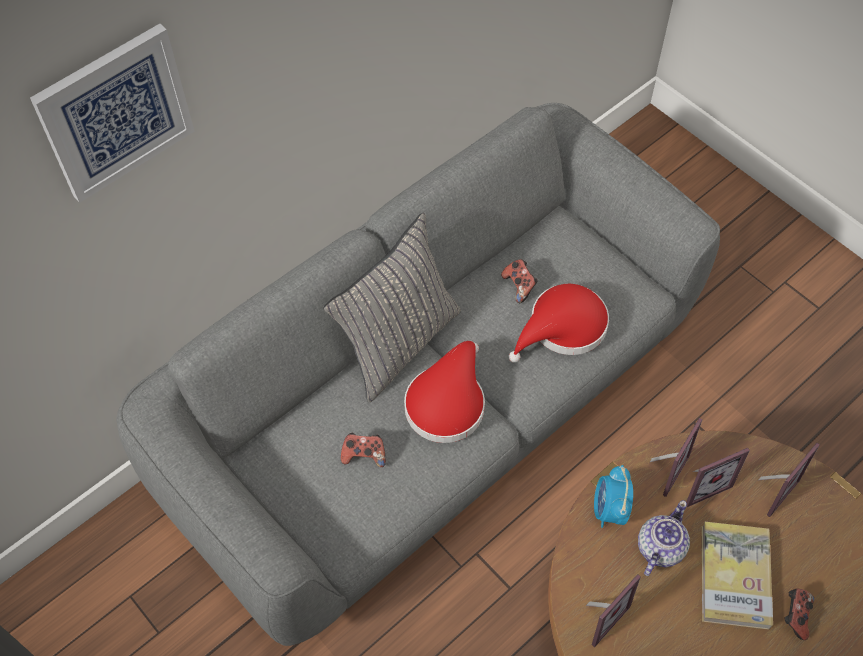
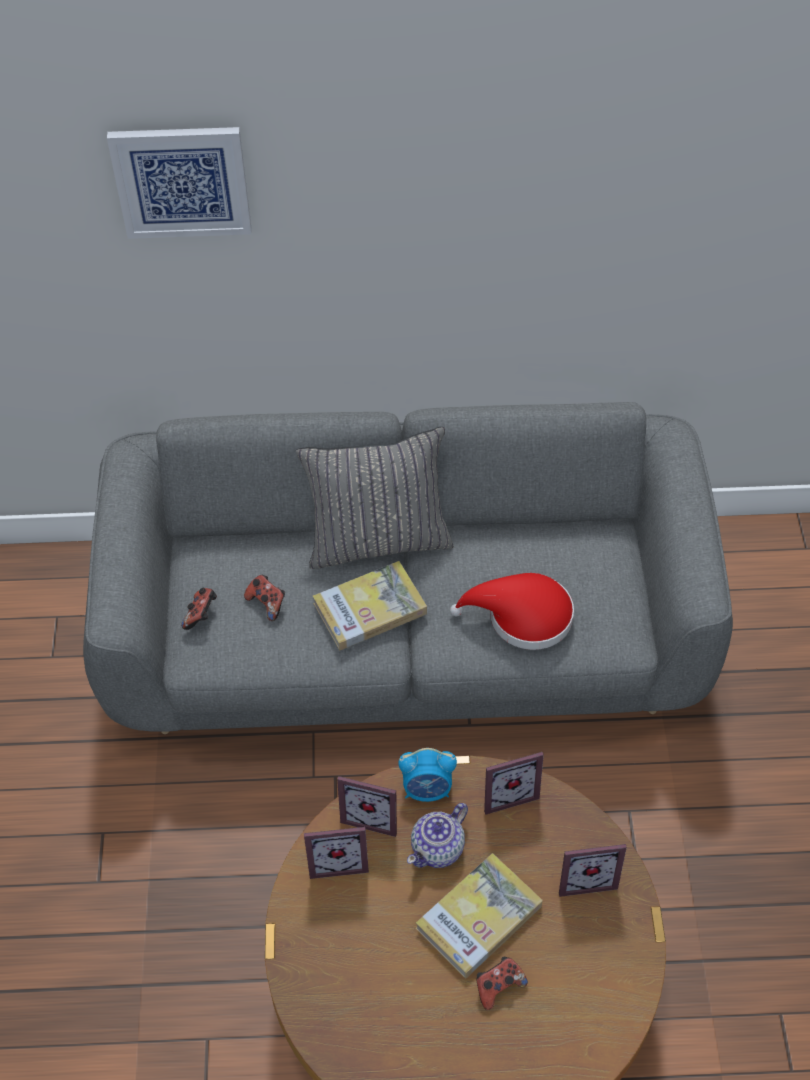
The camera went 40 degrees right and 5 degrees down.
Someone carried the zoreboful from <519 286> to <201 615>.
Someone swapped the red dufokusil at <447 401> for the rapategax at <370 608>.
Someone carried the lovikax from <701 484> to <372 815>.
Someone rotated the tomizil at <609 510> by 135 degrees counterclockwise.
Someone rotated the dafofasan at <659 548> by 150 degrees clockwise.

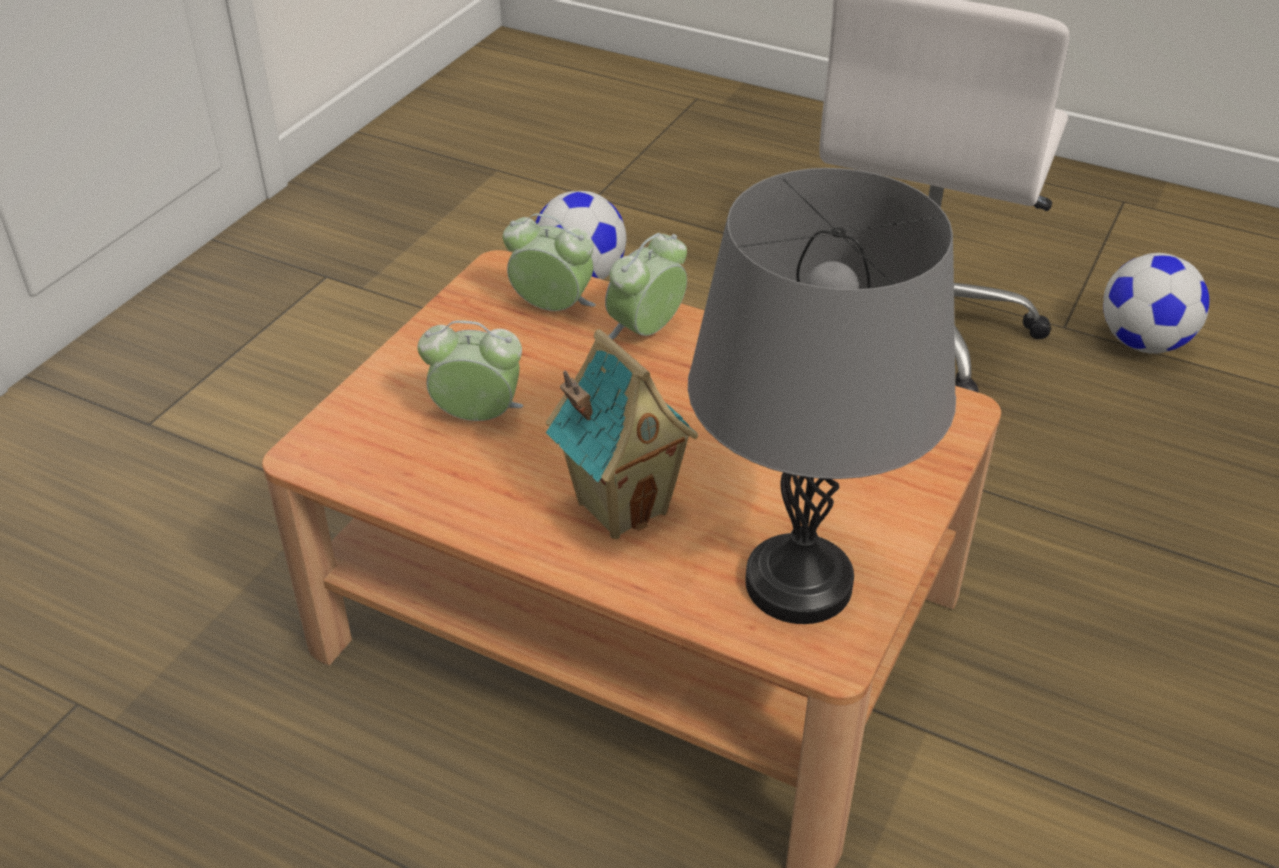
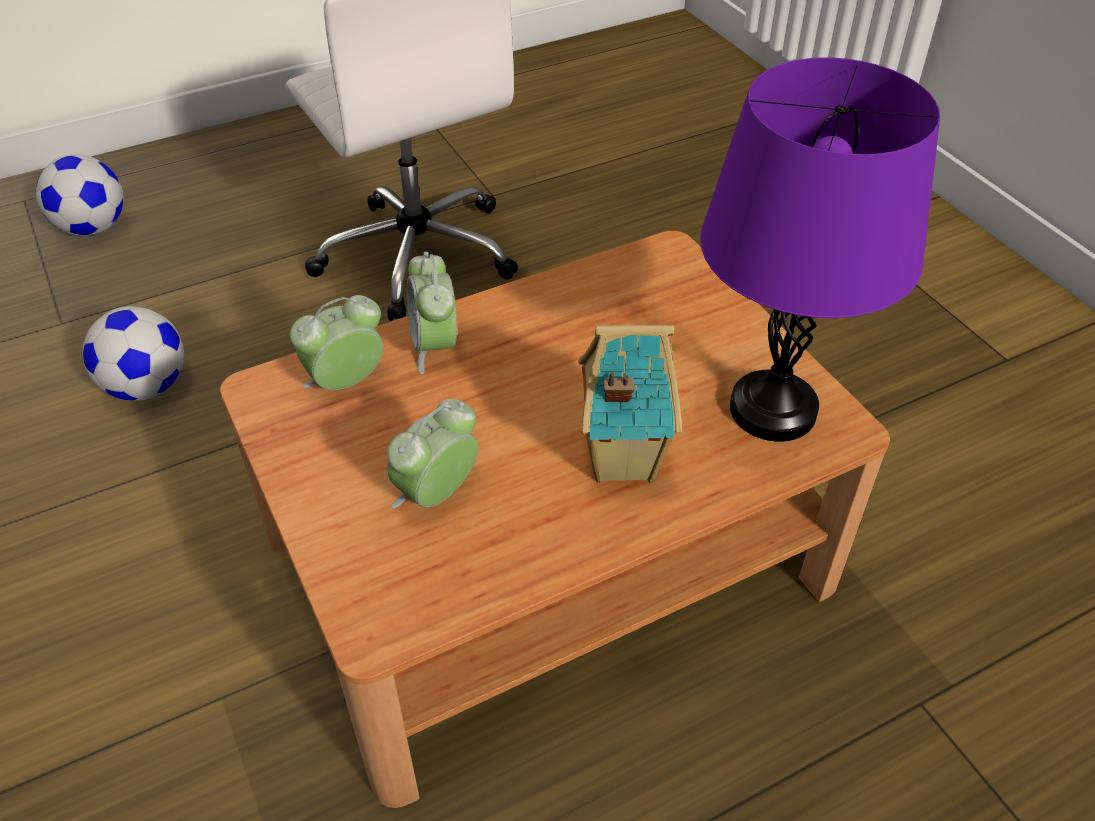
The camera went 55 degrees left and 5 degrees up.
Someone repainted the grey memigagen at <798 583>, which became the purple memigagen at <772 410>.
Someone carried the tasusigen from <1143 342> to <92 228>.

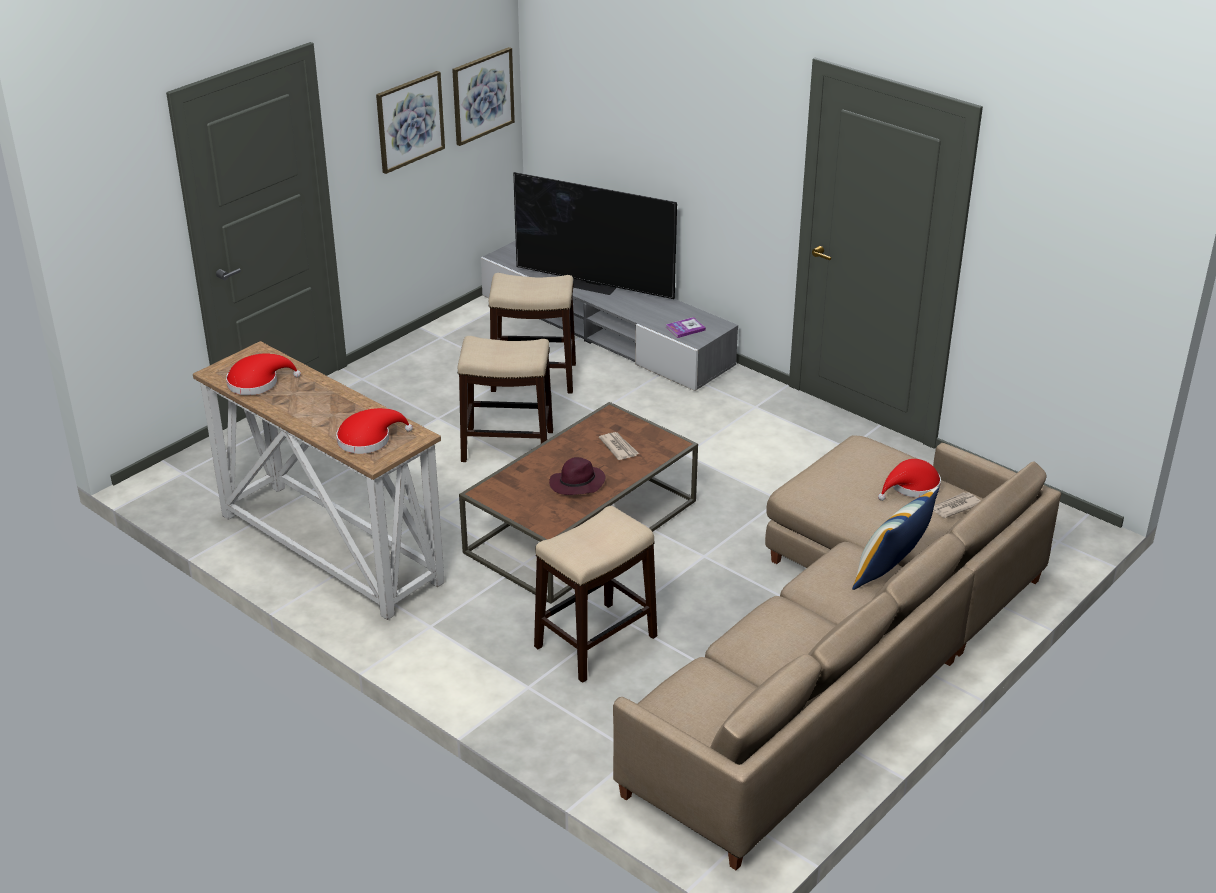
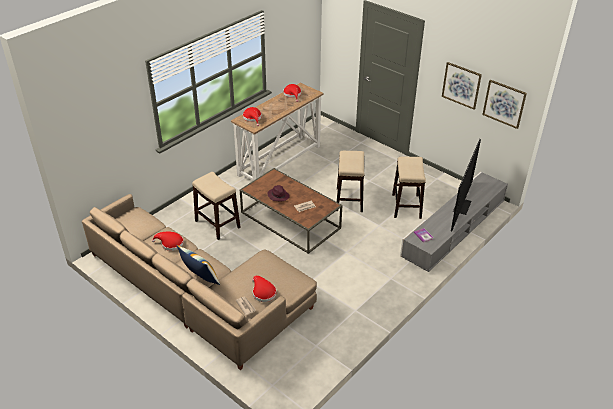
The camera went 90 degrees right and 5 degrees up.
Someone put down the red dufokusil at <170 243>.

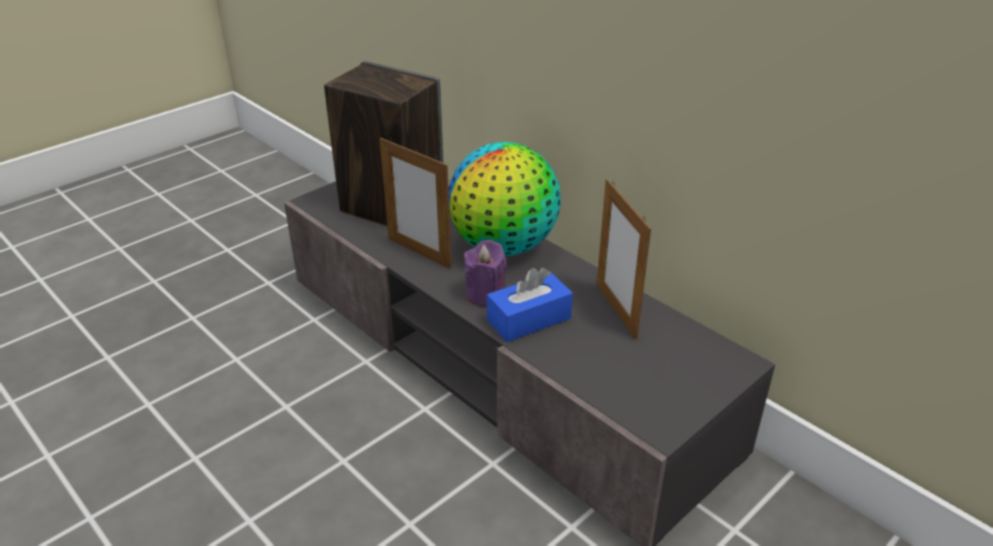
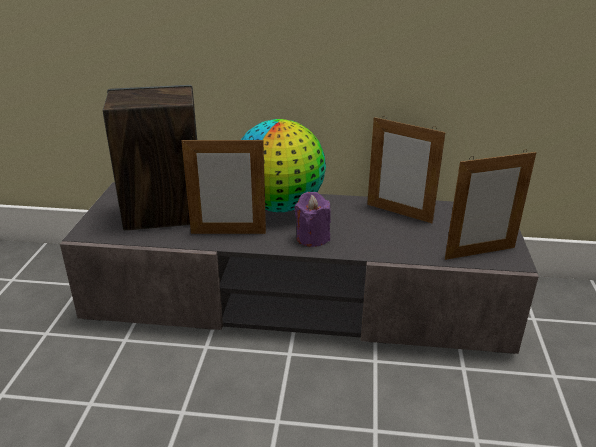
The camera went 40 degrees left and 5 degrees down.
Someone took away the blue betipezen at <529 319>.
Someone put down the lovikax at <480 253>.

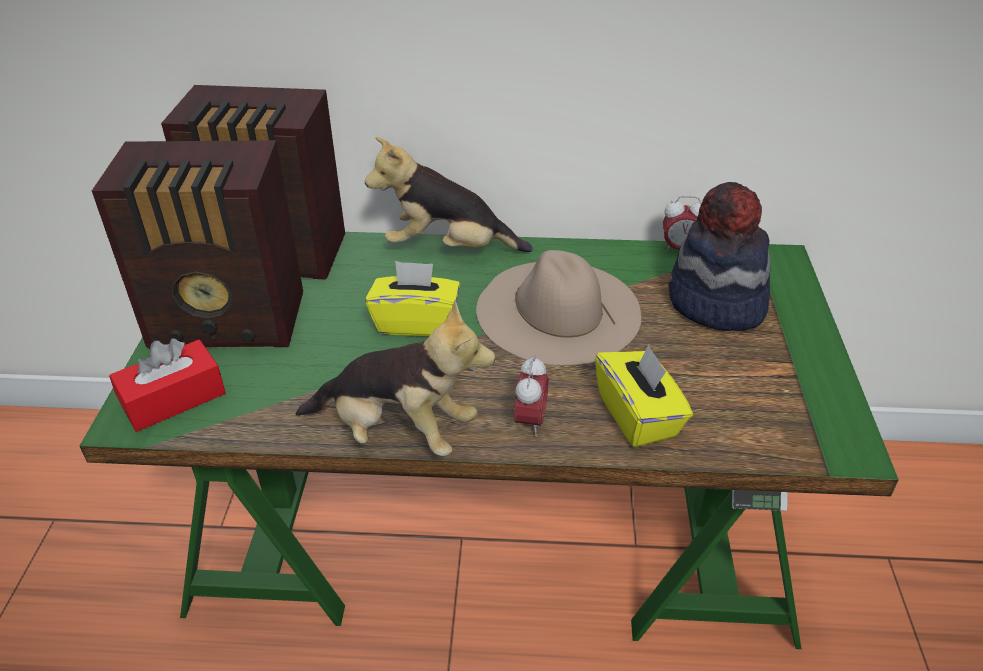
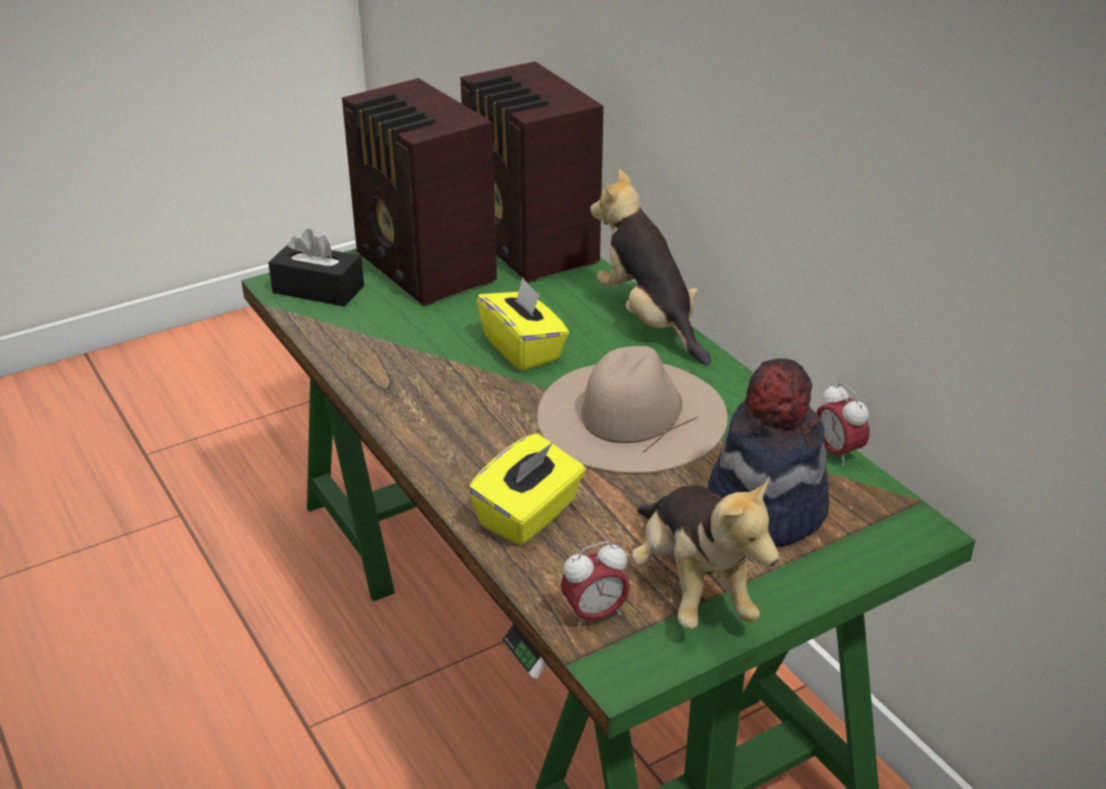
The camera went 55 degrees right and 5 degrees down.
Someone carried the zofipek from <398 432> to <692 587>.
Someone repainted the red betipezen at <173 399>, which became the black betipezen at <318 289>.
Someone carried the tomizil from <530 421> to <594 615>.

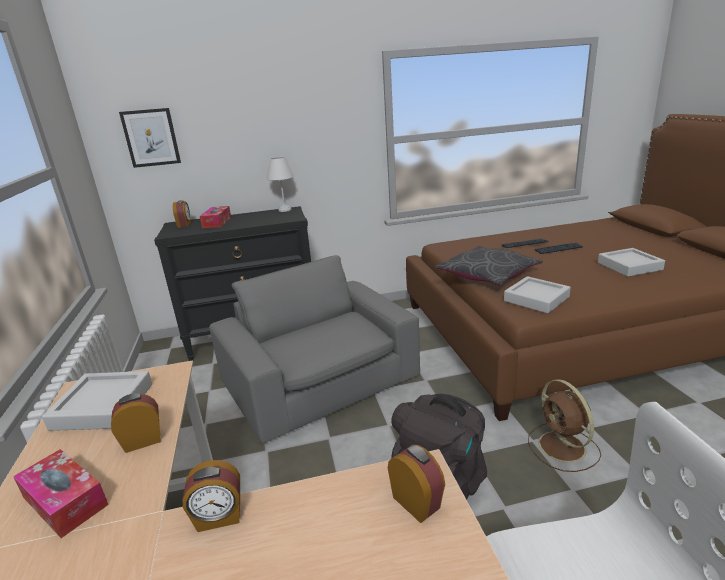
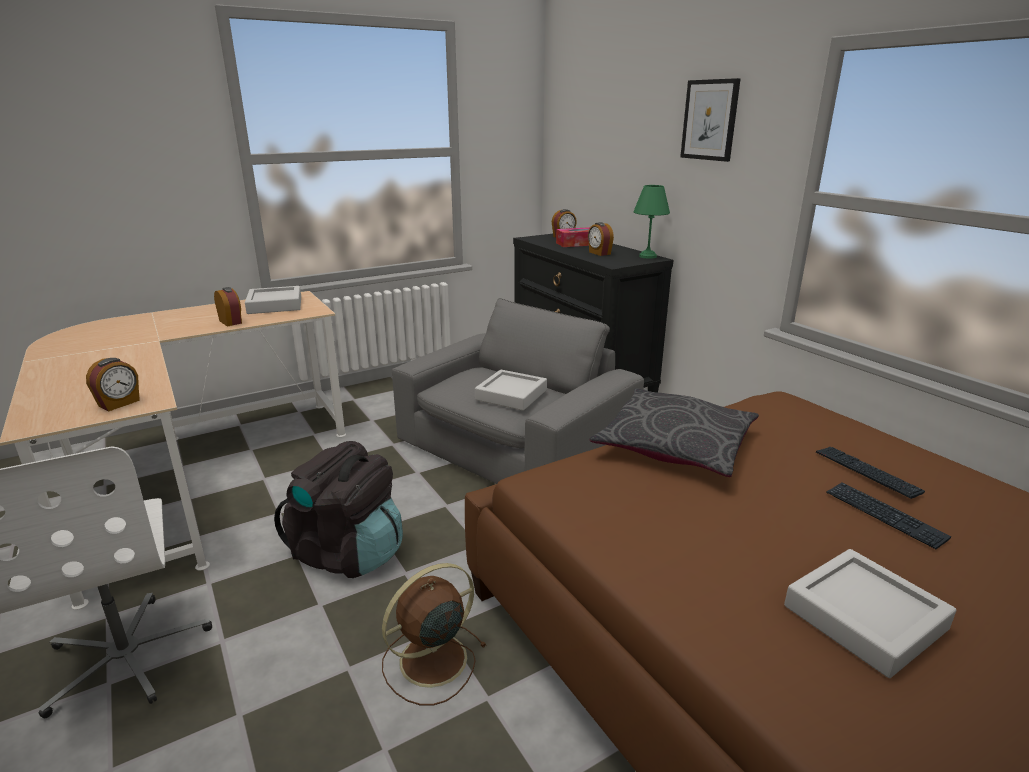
The camera went 70 degrees right and 0 degrees up.
Someone carried the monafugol from <151 138> to <709 120>.
Someone repainted the white memigagen at <285 210>, which became the green memigagen at <647 256>.
Someone carried the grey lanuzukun from <536 299> to <511 395>.
Someone took away the betipezen at <65 501>.
Someone carried the tomizil from <219 517> to <599 253>.

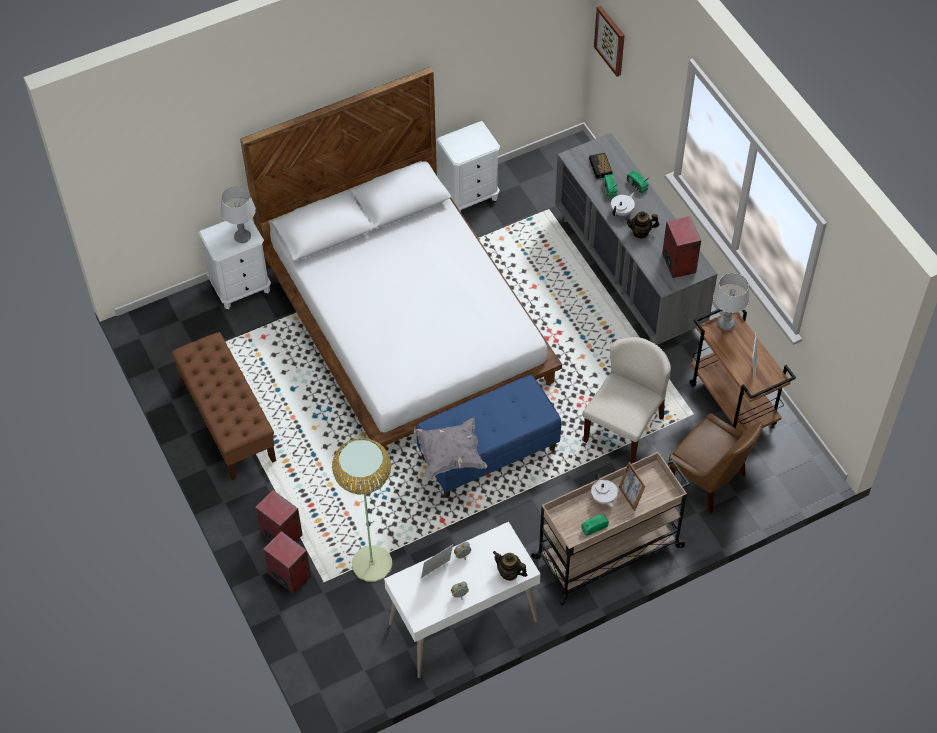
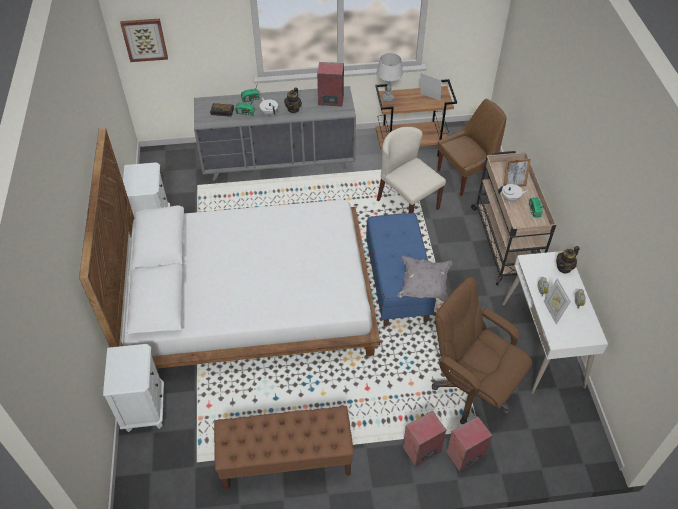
The camera went 70 degrees left and 5 degrees down.
Someone took away the grey memigagen at <242 237>.
Someone swapped the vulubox at <372 563> for the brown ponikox at <471 389>.

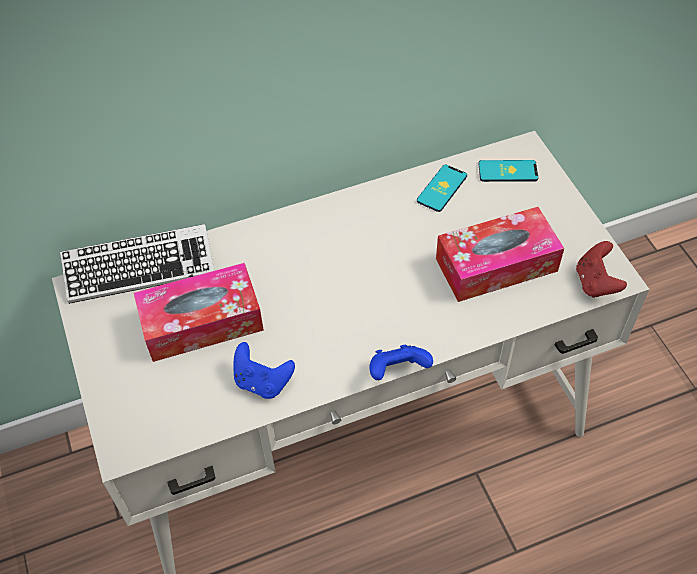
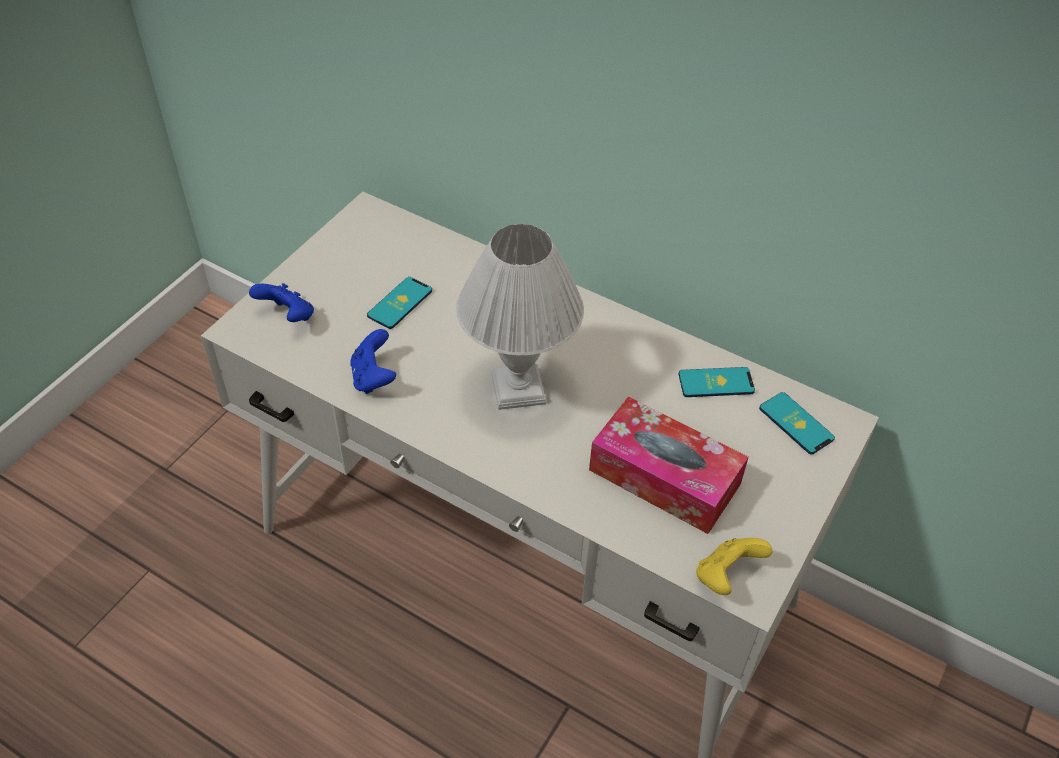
The camera went 50 degrees right and 5 degrees down.
Someone took away the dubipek at <140 269>.
Someone repainted the red zoreboful at <595 282>, which became the yellow zoreboful at <726 576>.
Someone swapped the betipezen at <202 322> for the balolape at <400 303>.
Someone carried the blue zoreboful from <397 371> to <288 316>.
Someone put down the white memigagen at <519 390>.

